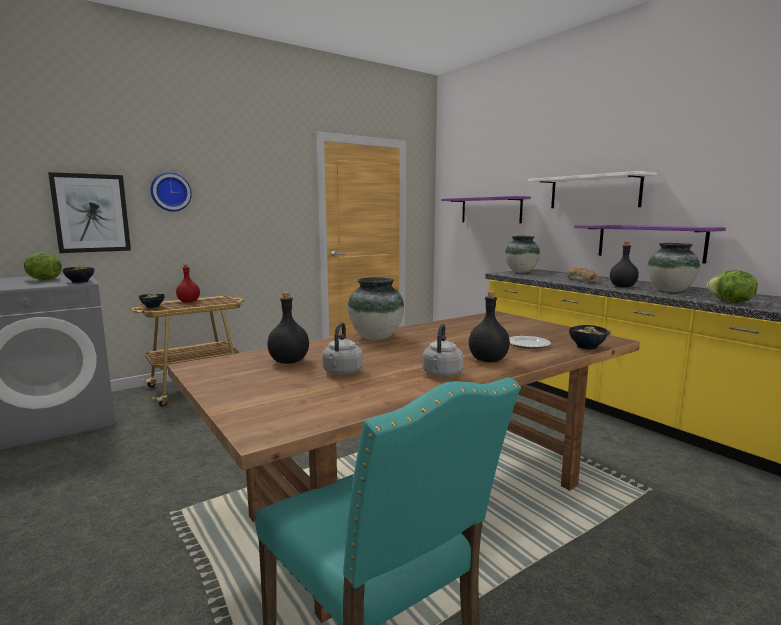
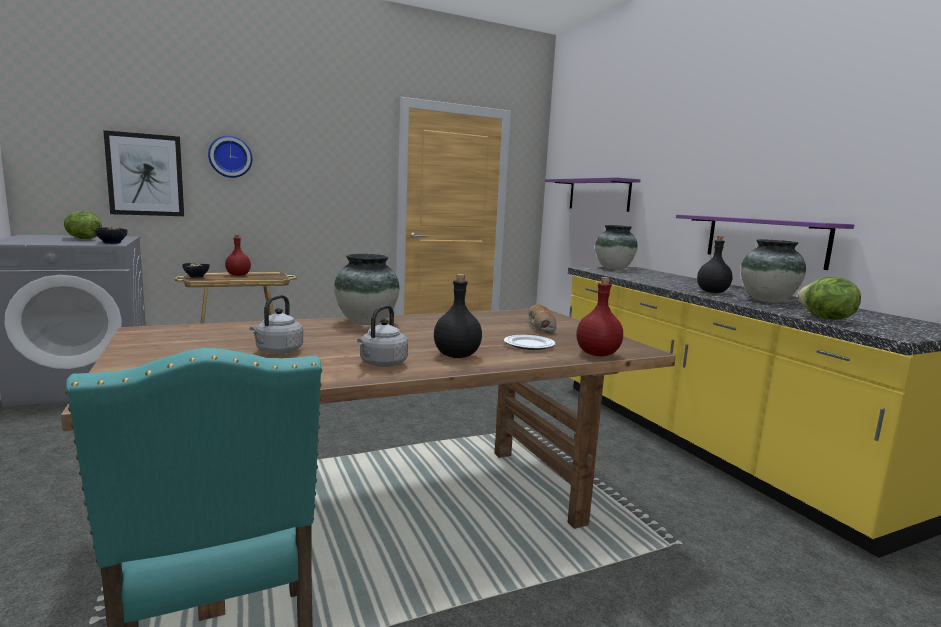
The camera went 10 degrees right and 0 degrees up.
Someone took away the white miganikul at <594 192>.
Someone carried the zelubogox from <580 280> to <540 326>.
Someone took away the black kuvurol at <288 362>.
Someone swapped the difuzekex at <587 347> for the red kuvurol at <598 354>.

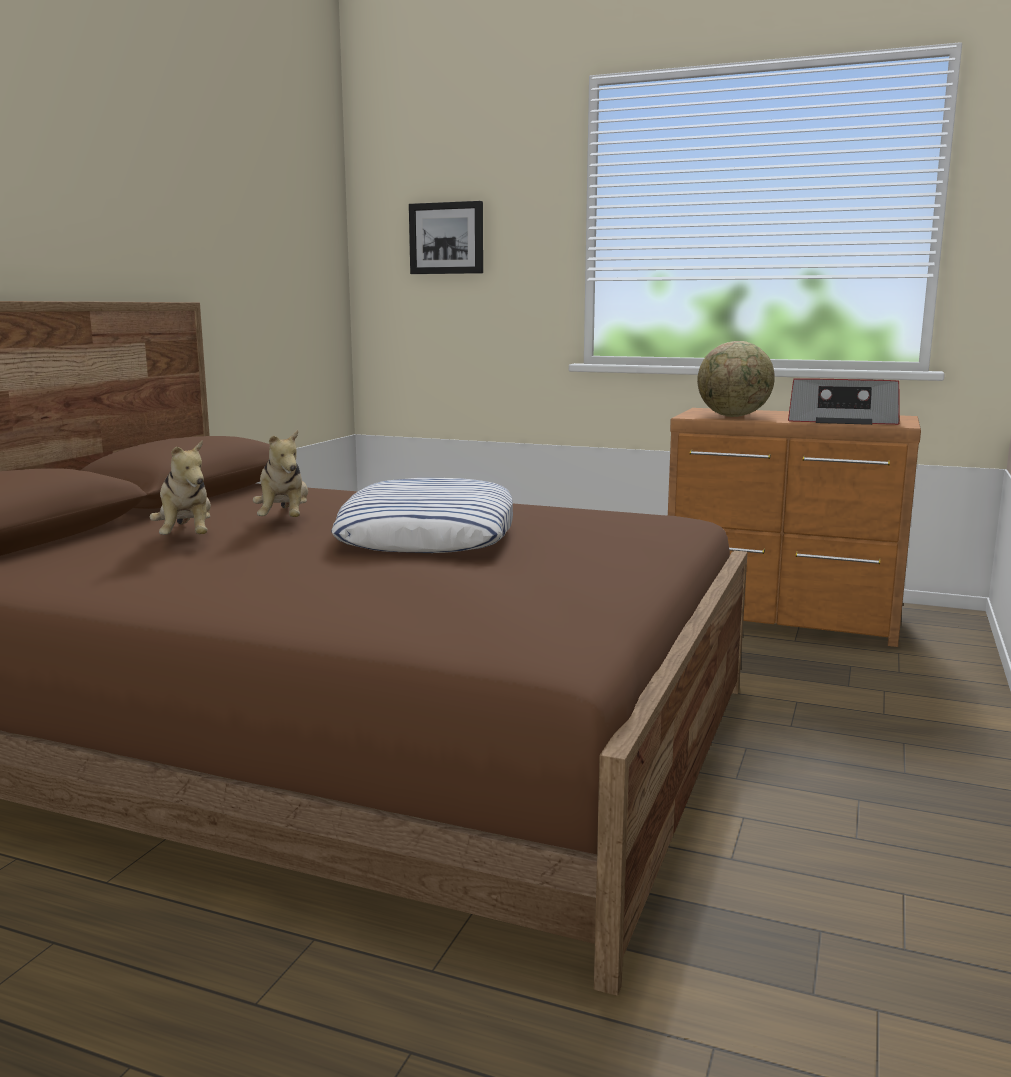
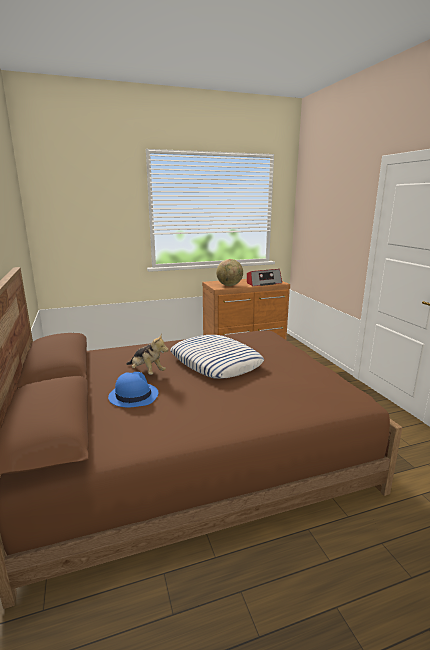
The camera went 40 degrees left and 5 degrees up.
Someone took away the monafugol at <447 238>.
Someone swapped the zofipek at <187 538> for the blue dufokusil at <133 395>.

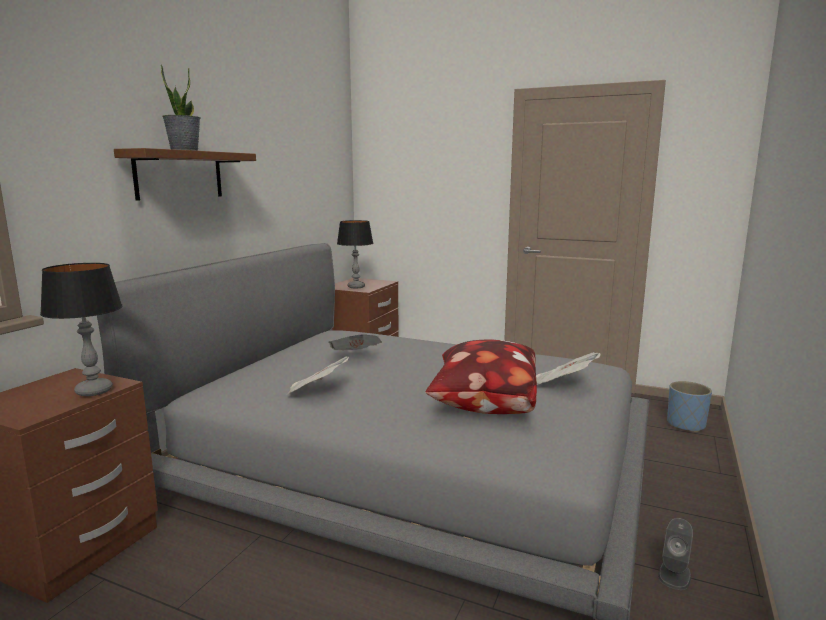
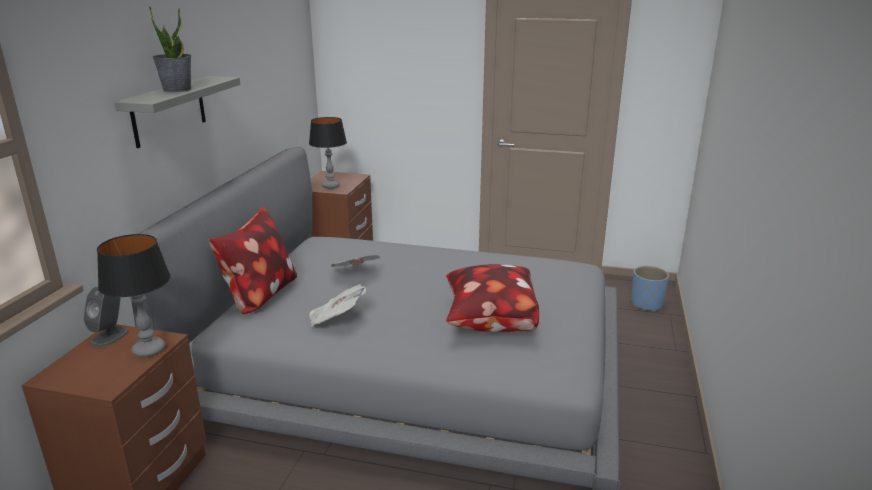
The camera went 10 degrees left and 10 degrees up.
Someone repainted the brown miganikul at <179 175>, which became the grey miganikul at <169 111>.
Someone took away the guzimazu at <563 384>.
Someone carried the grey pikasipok from <674 575> to <110 336>.
Someone put down the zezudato at <259 296>.

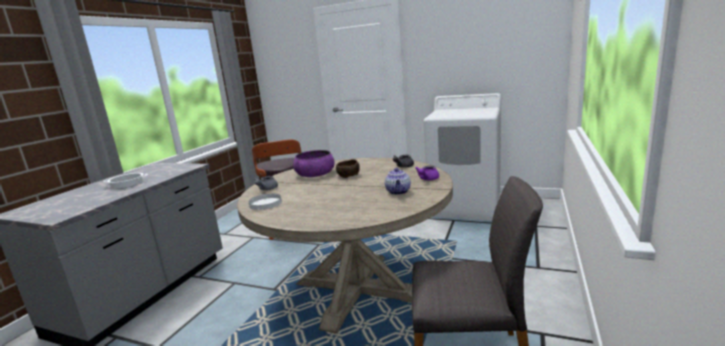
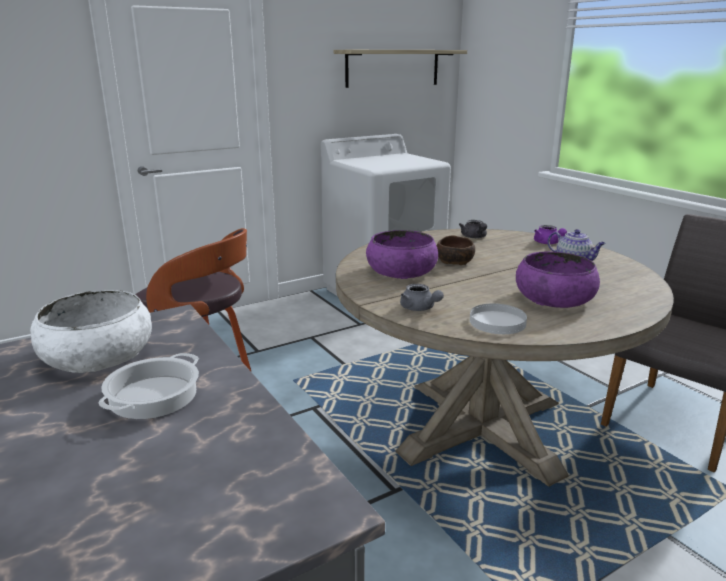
The camera went 55 degrees left and 5 degrees up.
Someone put up the miganikul at <393 68>.
Someone put down the purple difuzekex at <554 298>.
Someone put down the white difuzekex at <98 355>.

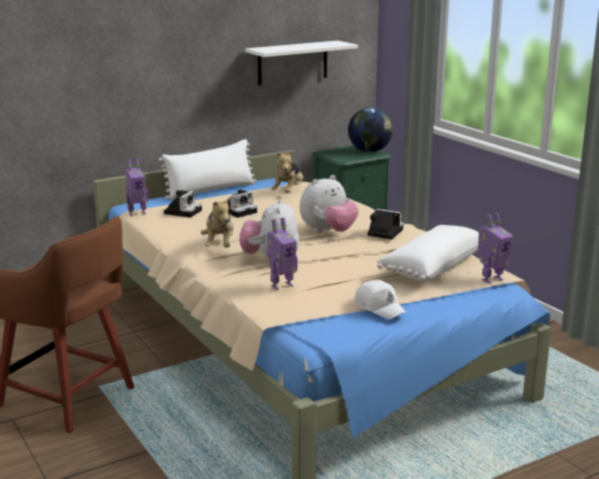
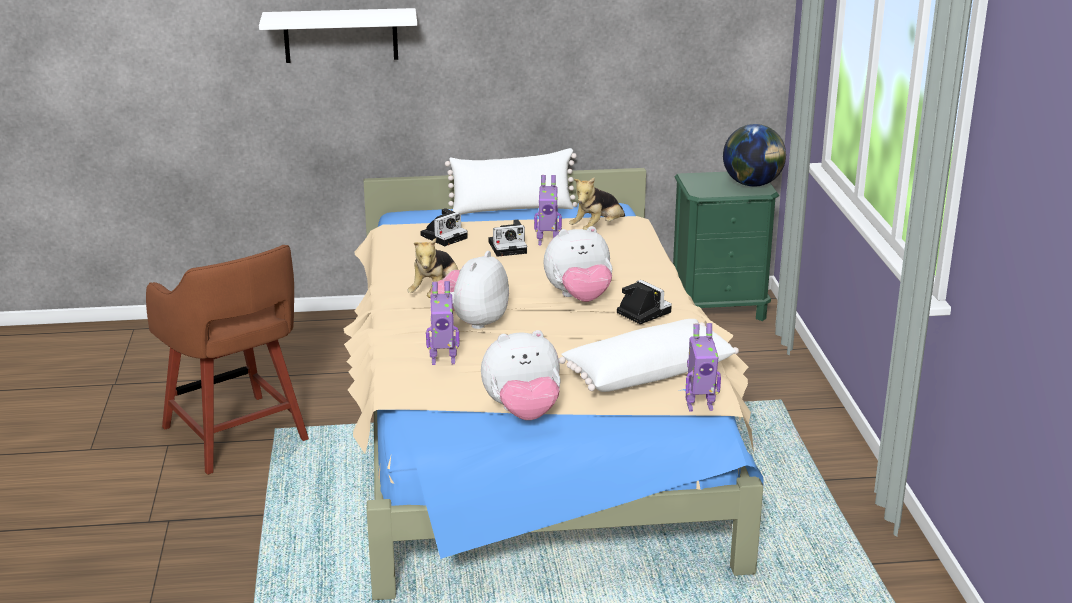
The camera went 25 degrees right and 5 degrees up.
Someone carried the white miganikul from <292 62> to <340 35>.
Someone carried the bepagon from <137 213> to <548 242>.
Someone swapped the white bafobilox at <380 307> for the zofipek at <523 413>.

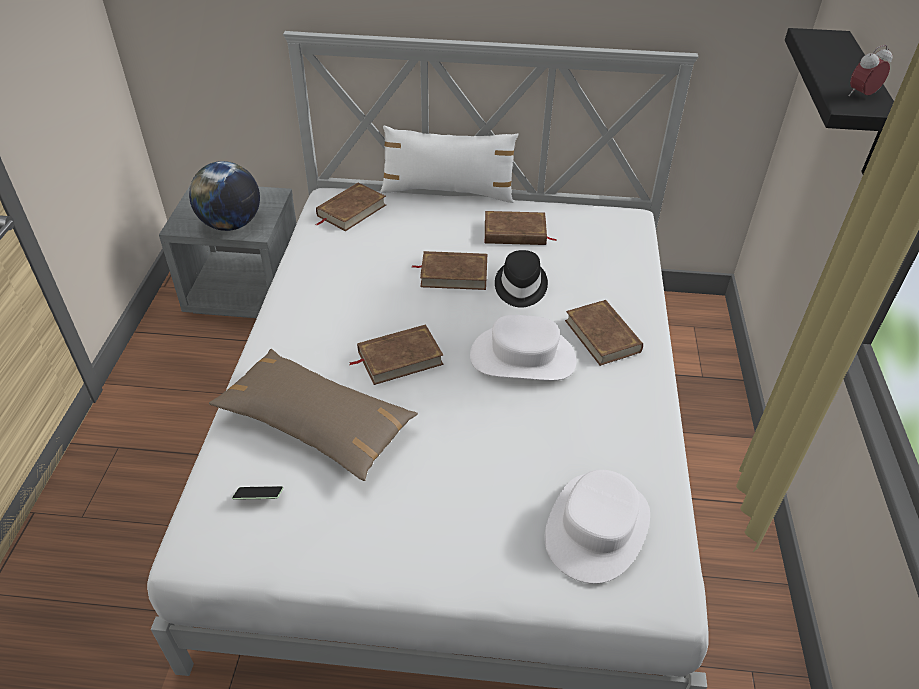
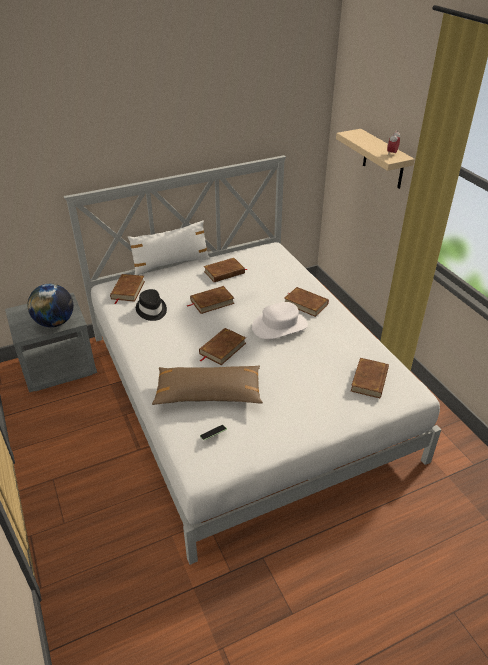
The camera went 30 degrees left and 5 degrees down.
Someone repainted the black miganikul at <861 106>, which became the beige miganikul at <383 159>.
Someone carried the black dufokusil from <520 286> to <151 310>.
Someone swapped the white dufokusil at <597 527> for the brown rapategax at <370 380>.

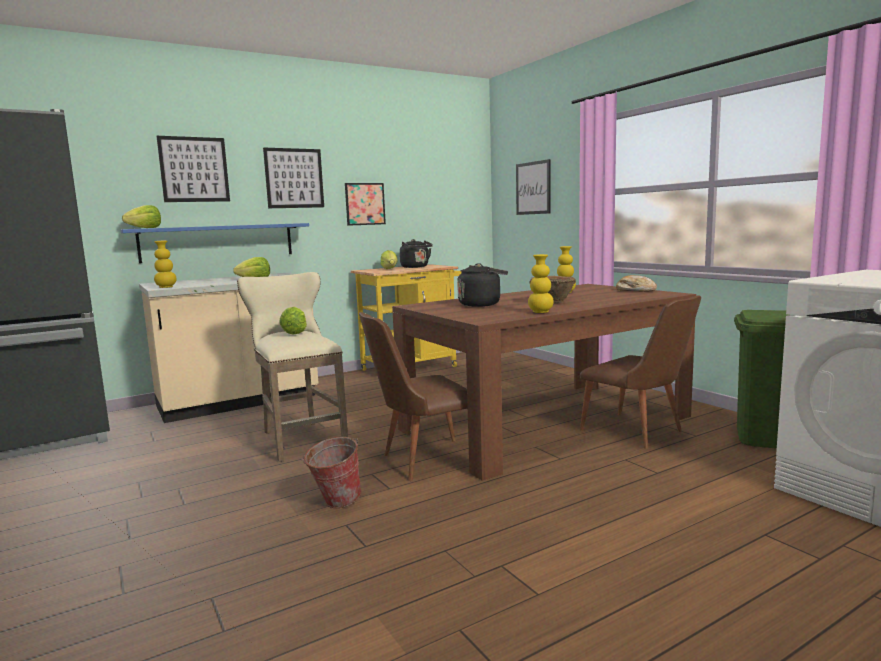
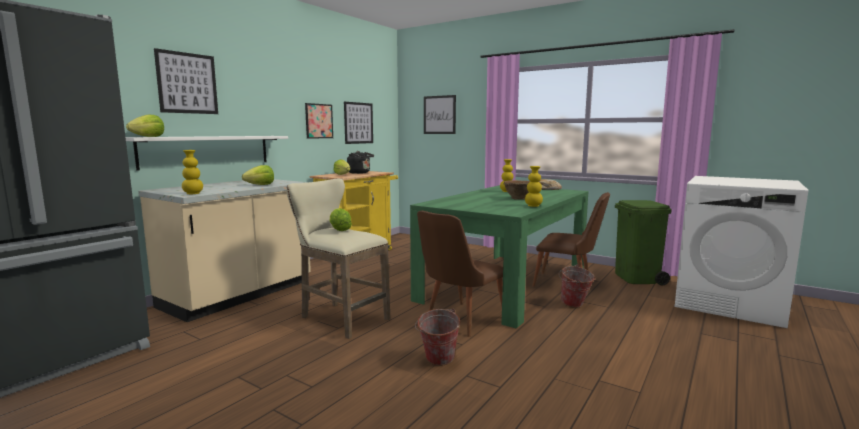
The camera went 25 degrees left and 0 degrees up.
Someone carried the monafugol from <294 178> to <358 123>.
Someone repainted the blue miganikul at <218 242>, which became the white miganikul at <207 151>.
Someone took away the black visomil at <481 304>.
Someone repainted the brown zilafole at <545 423>, which became the green zilafole at <505 284>.
Someone put down the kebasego at <574 305>.

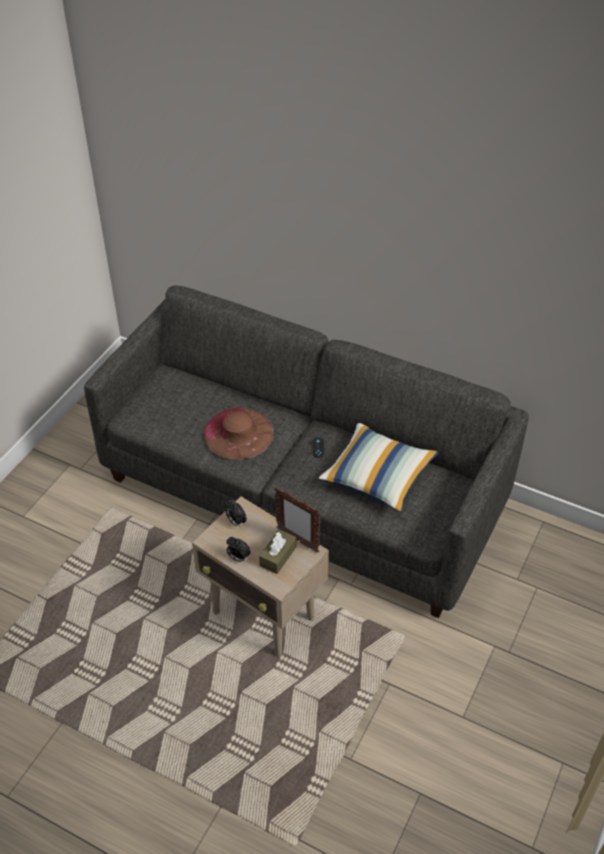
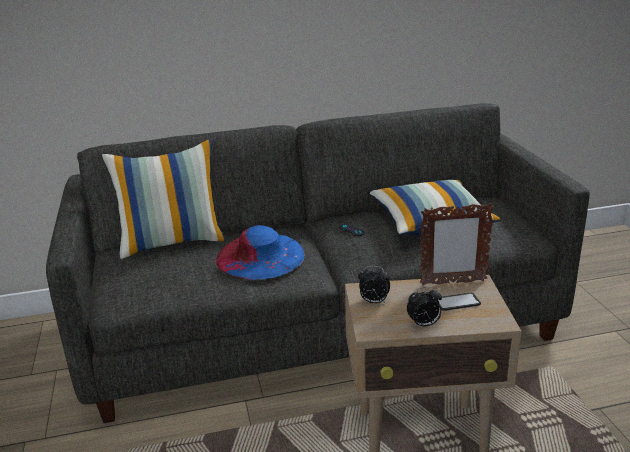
The camera went 40 degrees left and 20 degrees down.
Someone repainted the brown dufokusil at <238 433>, which became the blue dufokusil at <260 256>.
Someone swapped the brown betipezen at <278 556> for the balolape at <457 302>.
Someone put down the zezudato at <172 242>.

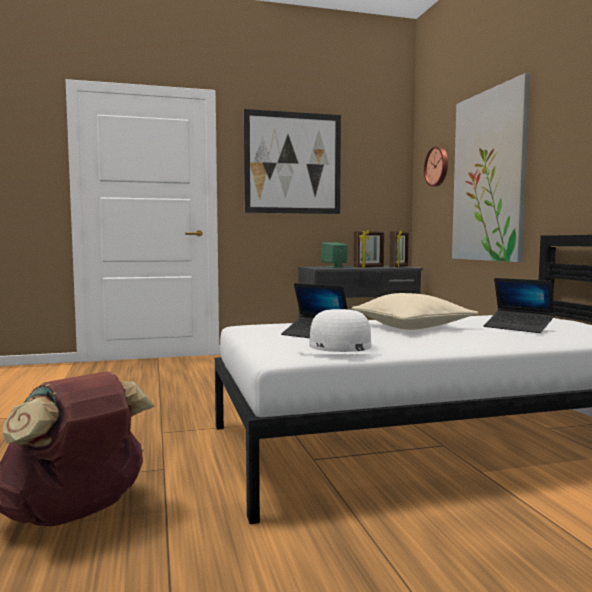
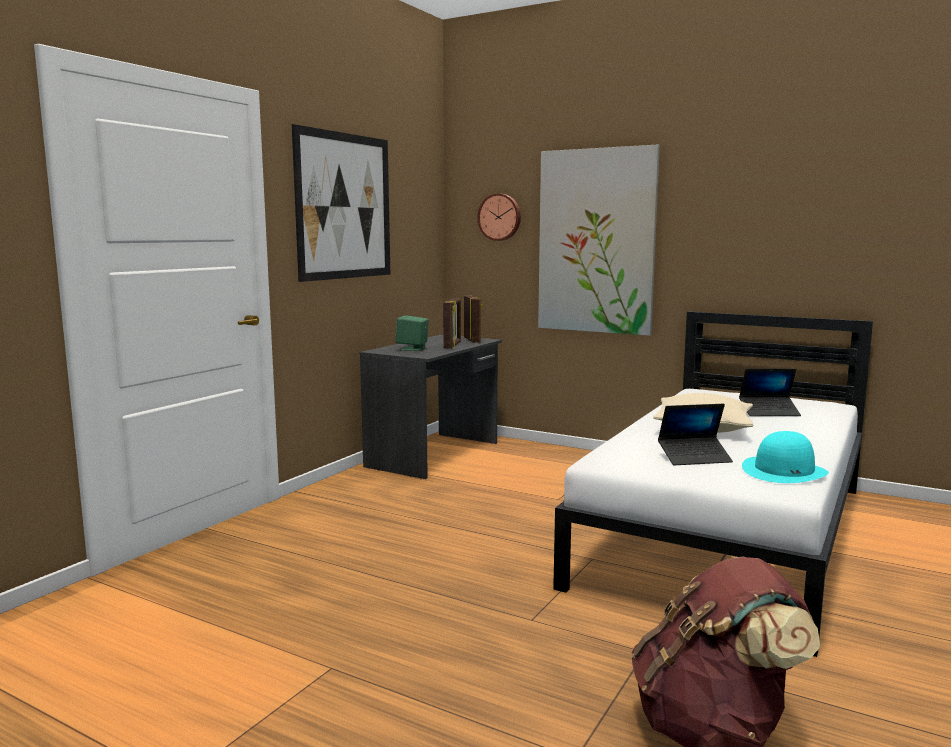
The camera went 45 degrees left and 5 degrees up.
Someone repainted the white dufokusil at <339 349>, which became the turquoise dufokusil at <784 471>.

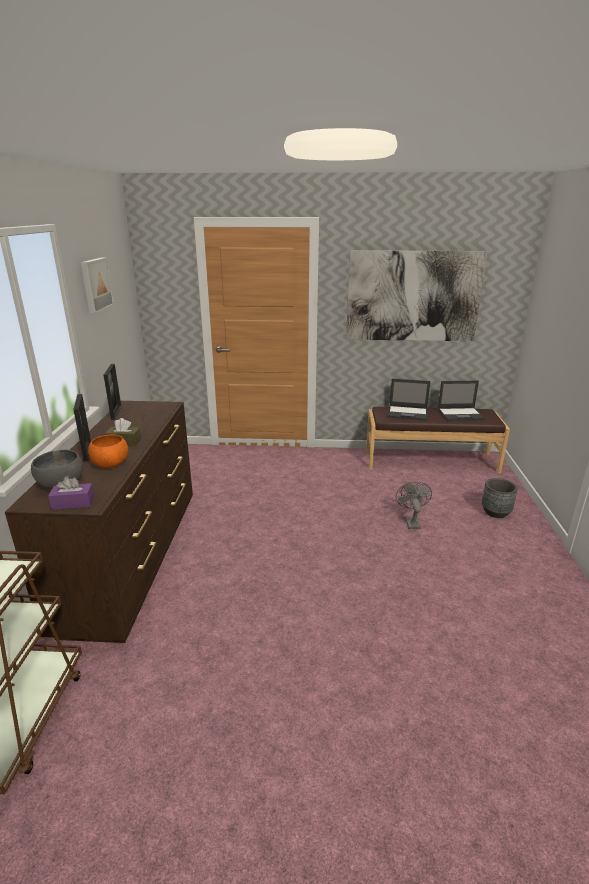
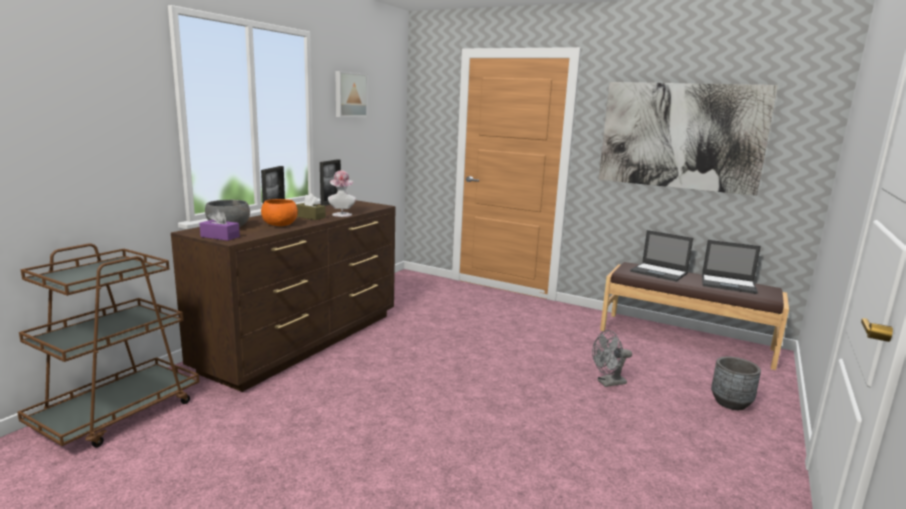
The camera went 25 degrees right and 10 degrees down.
Someone rotated the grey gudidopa at <411 521> by 135 degrees counterclockwise.
Someone put down the dufokusil at <341 214>.

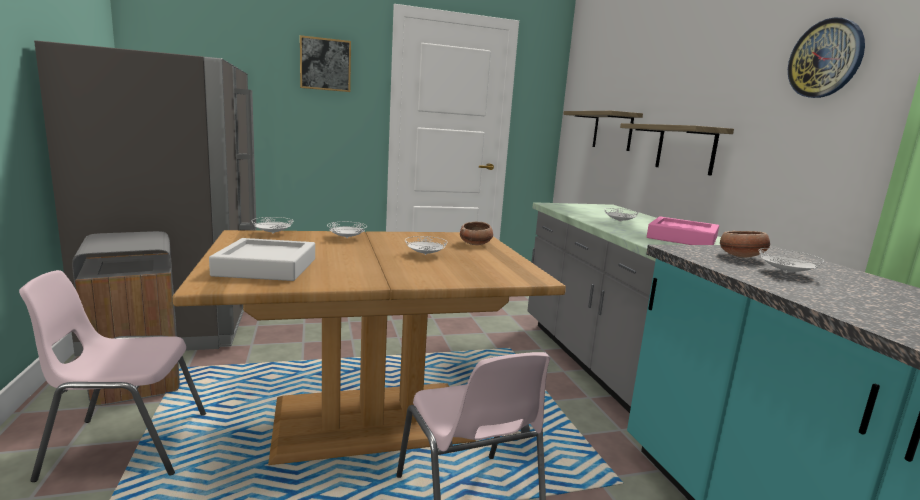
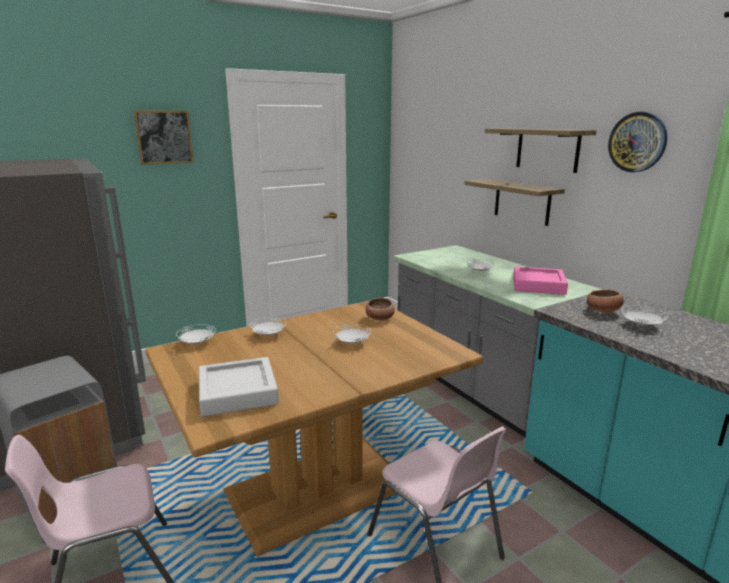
The camera went 15 degrees left and 5 degrees up.
Someone carried the miganikul from <612 131> to <547 149>.

